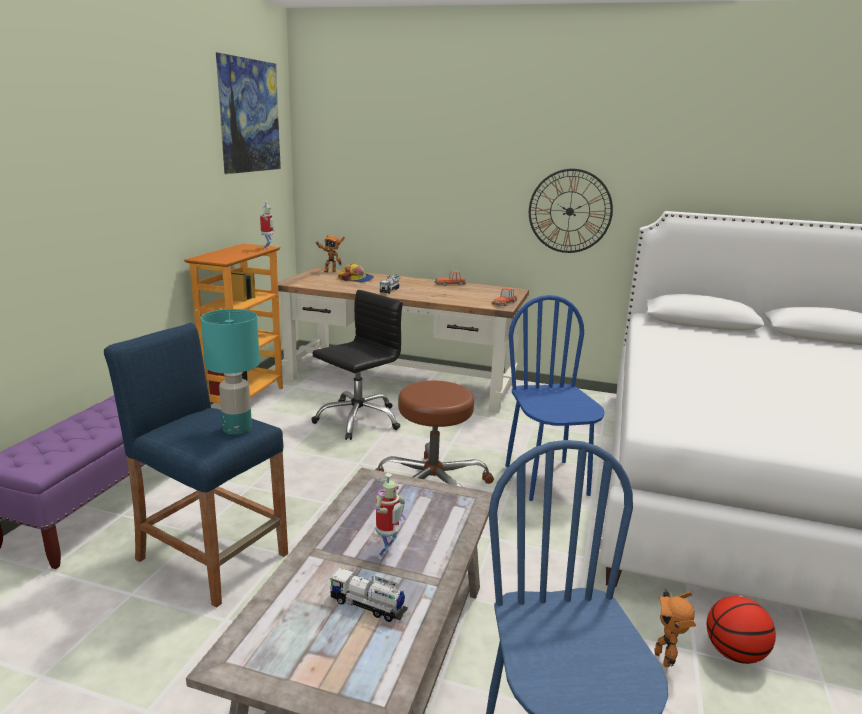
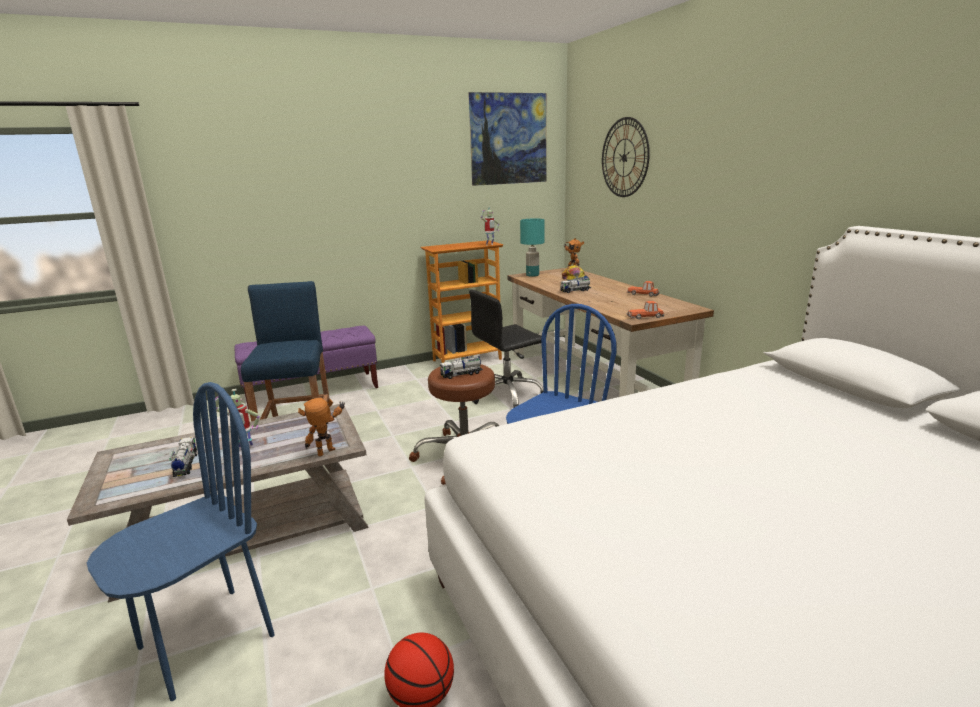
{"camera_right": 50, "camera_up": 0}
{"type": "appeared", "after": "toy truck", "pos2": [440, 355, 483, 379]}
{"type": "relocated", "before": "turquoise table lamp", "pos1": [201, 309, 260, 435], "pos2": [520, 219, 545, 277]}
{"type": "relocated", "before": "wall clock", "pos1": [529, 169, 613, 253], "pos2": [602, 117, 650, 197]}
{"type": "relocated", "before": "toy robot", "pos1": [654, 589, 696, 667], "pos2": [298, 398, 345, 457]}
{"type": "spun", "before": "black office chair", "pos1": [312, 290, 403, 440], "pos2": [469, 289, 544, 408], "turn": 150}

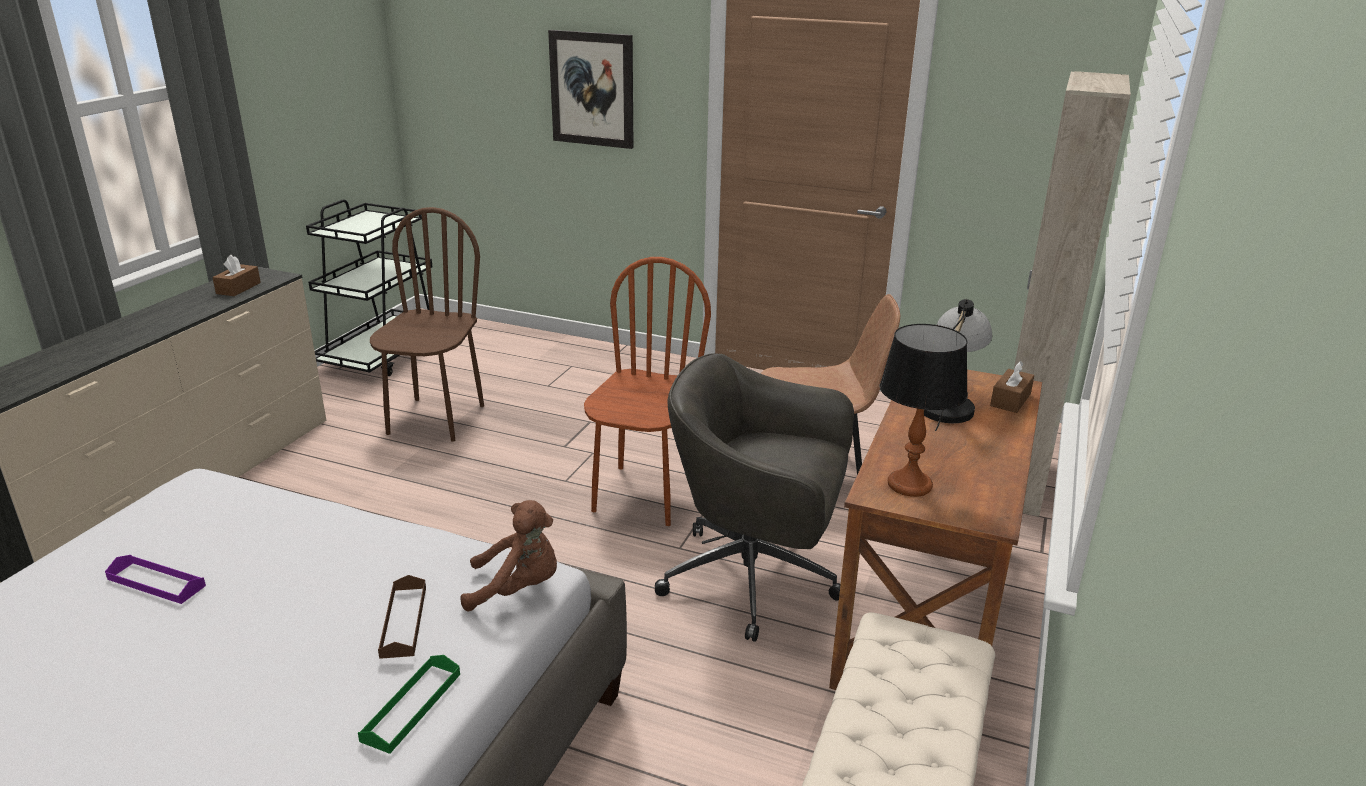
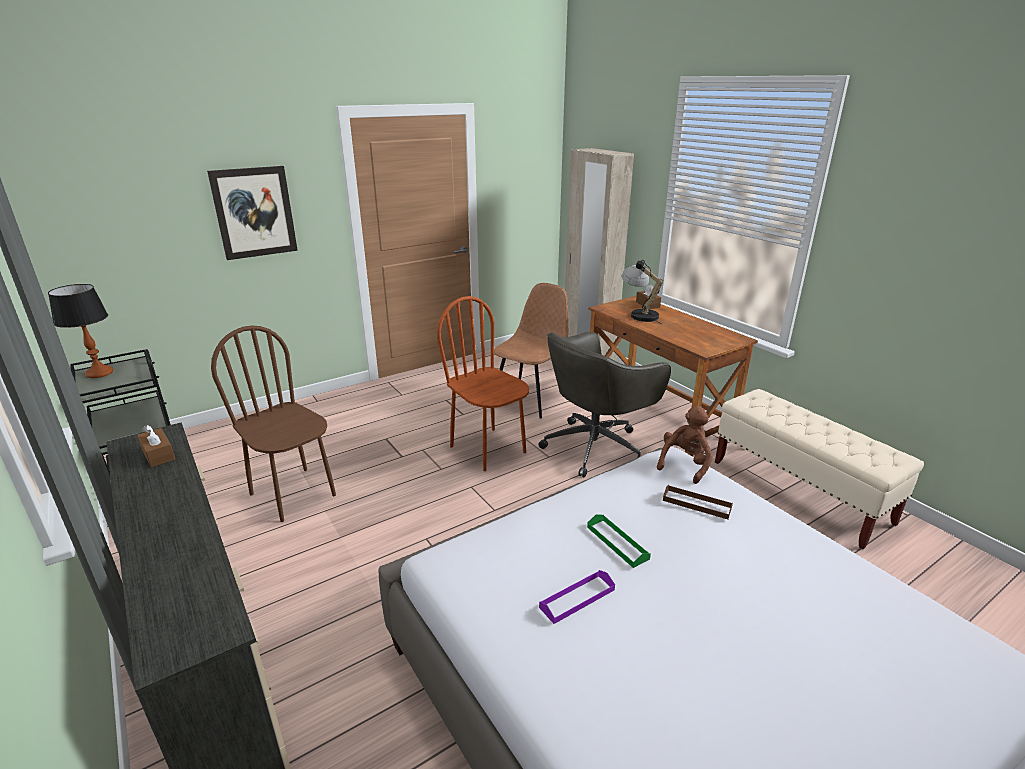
{"camera_right": -55, "camera_up": 0}
{"type": "relocated", "before": "green tray", "pos1": [358, 655, 460, 754], "pos2": [587, 514, 651, 568]}
{"type": "relocated", "before": "table lamp", "pos1": [879, 324, 968, 497], "pos2": [48, 284, 113, 378]}

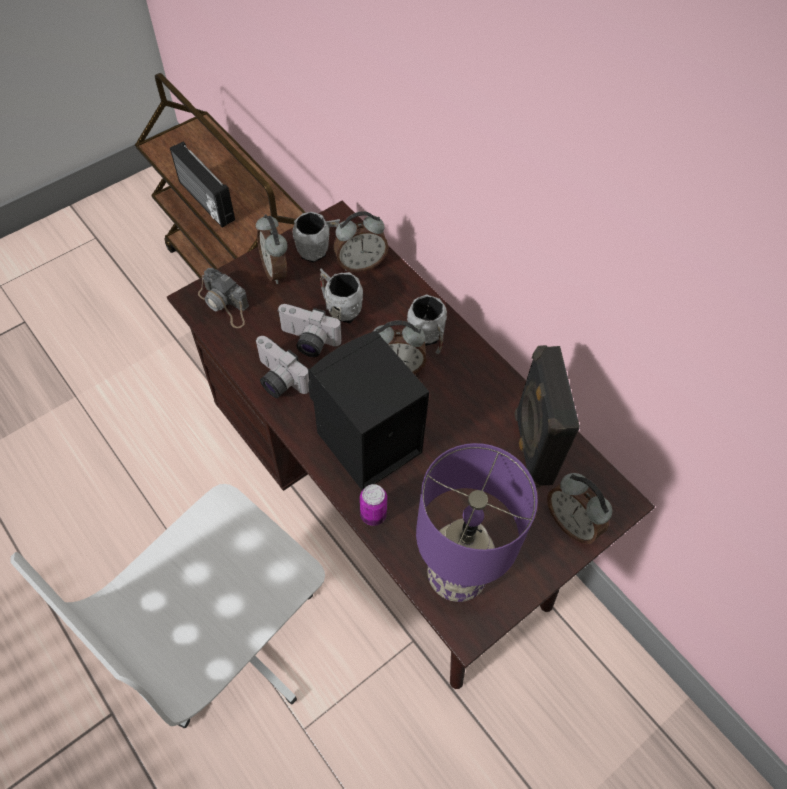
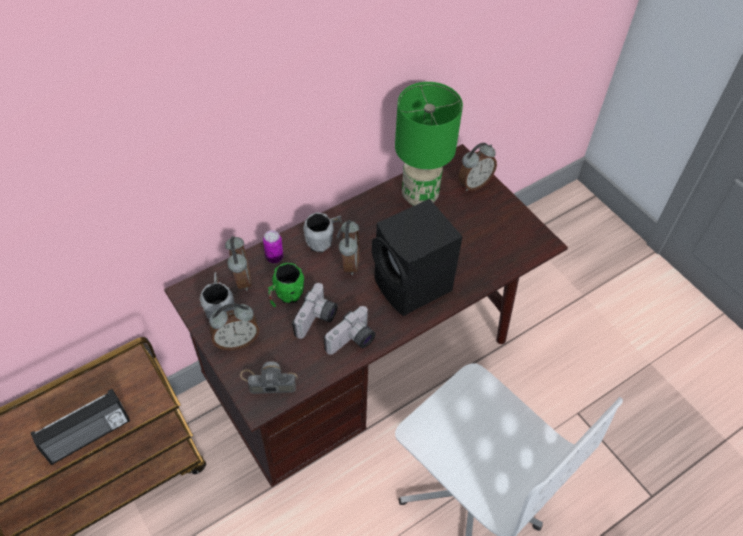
{"camera_right": -85, "camera_up": -5}
{"type": "missing", "before": "purple table lamp", "pos1": [416, 443, 538, 602]}
{"type": "relocated", "before": "can", "pos1": [360, 484, 387, 526], "pos2": [263, 230, 283, 263]}
{"type": "exchanged", "before": "black speaker", "after": "green table lamp", "pos1": [514, 345, 580, 488], "pos2": [395, 82, 463, 206]}
{"type": "colour", "before": "grey mug", "after": "green mug", "pos1": [320, 269, 363, 323], "pos2": [268, 263, 304, 307]}
{"type": "spun", "before": "photo camera", "pos1": [198, 268, 249, 328], "pos2": [240, 361, 298, 394], "turn": -135}

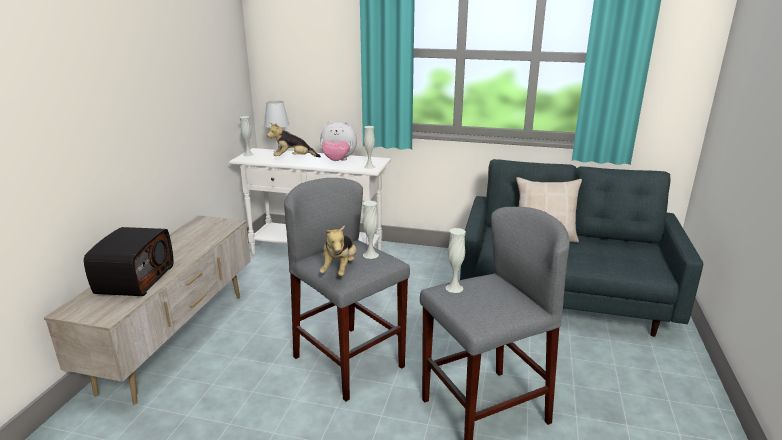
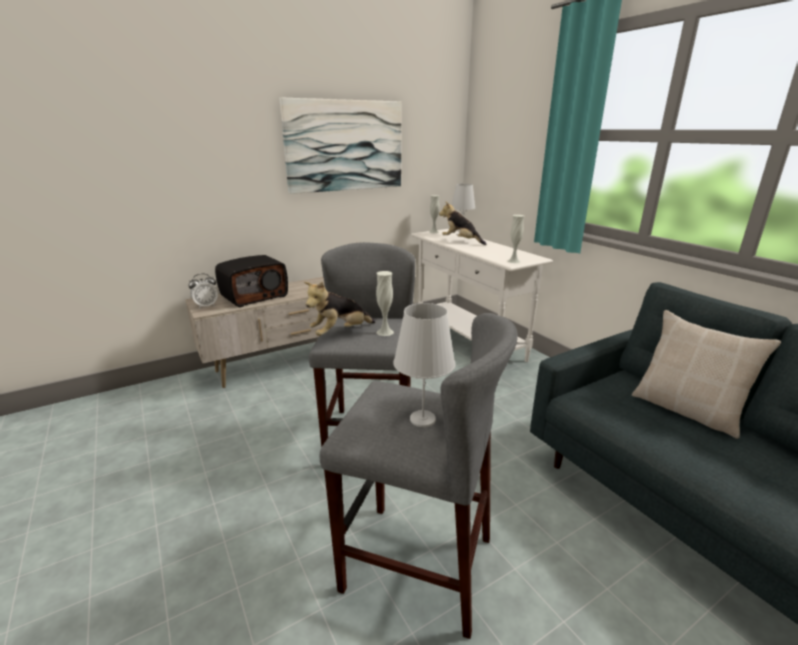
{"camera_right": 45, "camera_up": 0}
{"type": "missing", "before": "plush toy", "pos1": [320, 121, 357, 161]}
{"type": "missing", "before": "white vase", "pos1": [446, 228, 466, 293]}
{"type": "appeared", "after": "alarm clock", "pos2": [188, 274, 218, 309]}
{"type": "appeared", "after": "picture", "pos2": [279, 97, 401, 194]}
{"type": "appeared", "after": "white table lamp", "pos2": [393, 303, 455, 427]}

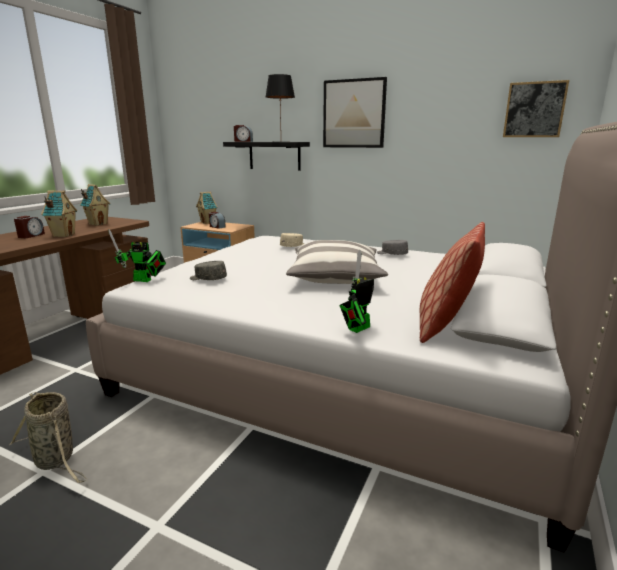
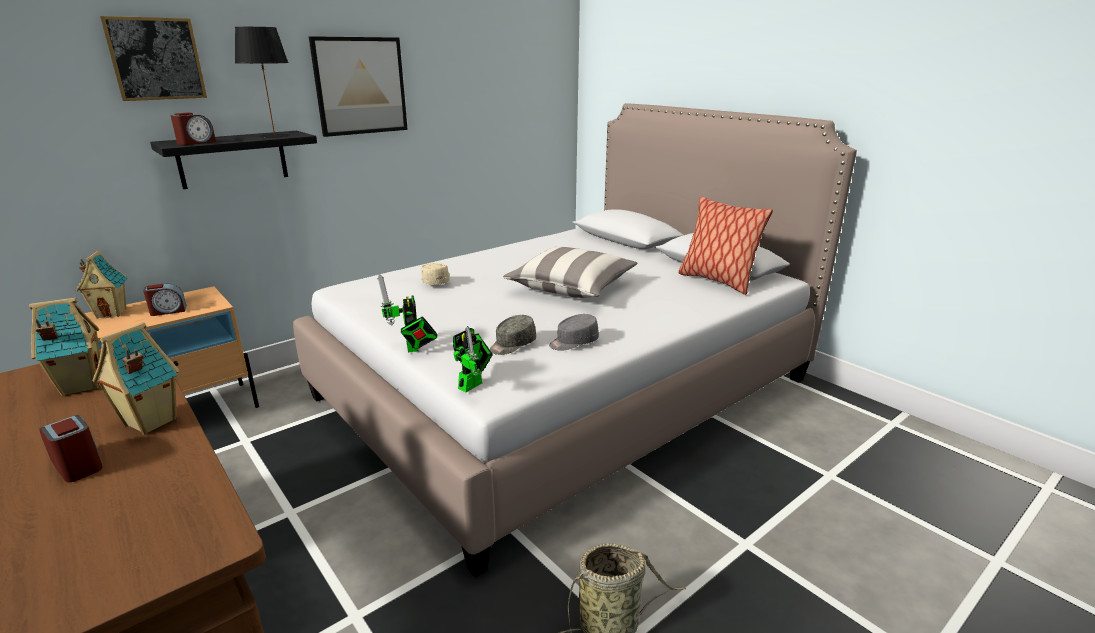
{"camera_right": -65, "camera_up": 5}
{"type": "relocated", "before": "toy robot", "pos1": [339, 250, 374, 333], "pos2": [378, 274, 437, 353]}
{"type": "relocated", "before": "grey cap", "pos1": [377, 240, 408, 255], "pos2": [549, 314, 599, 350]}
{"type": "relocated", "before": "picture", "pos1": [503, 80, 569, 137], "pos2": [100, 16, 207, 101]}

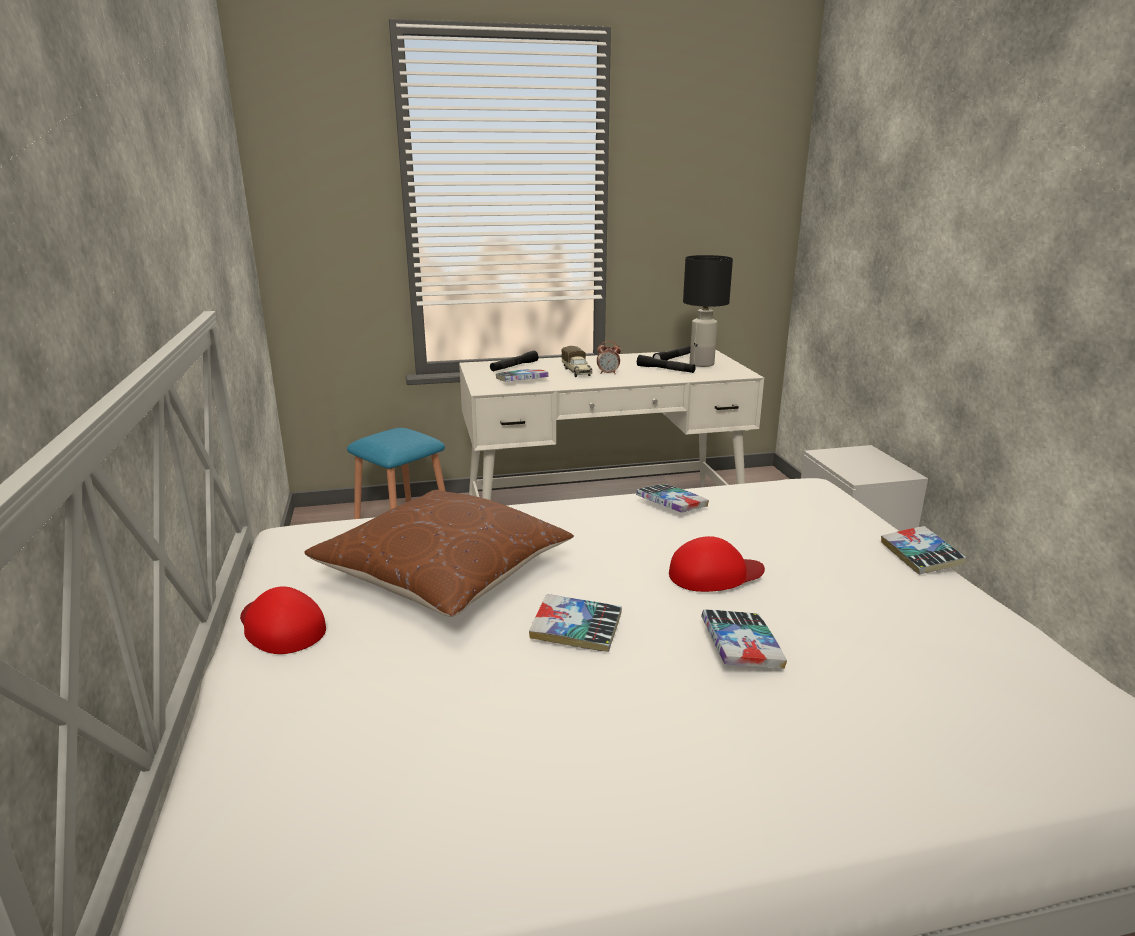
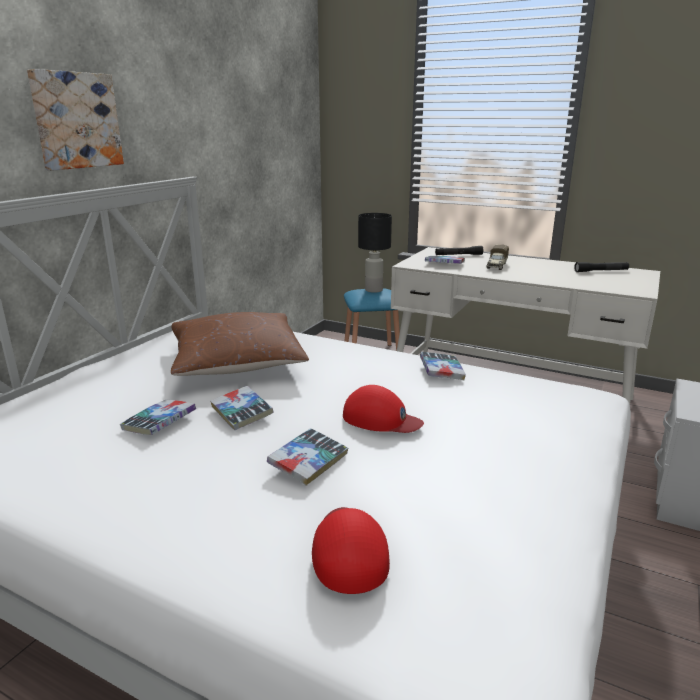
{"camera_right": 40, "camera_up": 0}
{"type": "missing", "before": "alarm clock", "pos1": [597, 341, 621, 374]}
{"type": "missing", "before": "black flashlight", "pos1": [637, 355, 696, 373]}
{"type": "appeared", "after": "picture", "pos2": [27, 69, 124, 170]}
{"type": "relocated", "before": "red cap", "pos1": [240, 586, 326, 654], "pos2": [312, 507, 390, 594]}
{"type": "relocated", "before": "black table lamp", "pos1": [683, 255, 733, 367], "pos2": [358, 213, 392, 293]}
{"type": "relocated", "before": "book", "pos1": [881, 526, 966, 575], "pos2": [120, 399, 196, 435]}

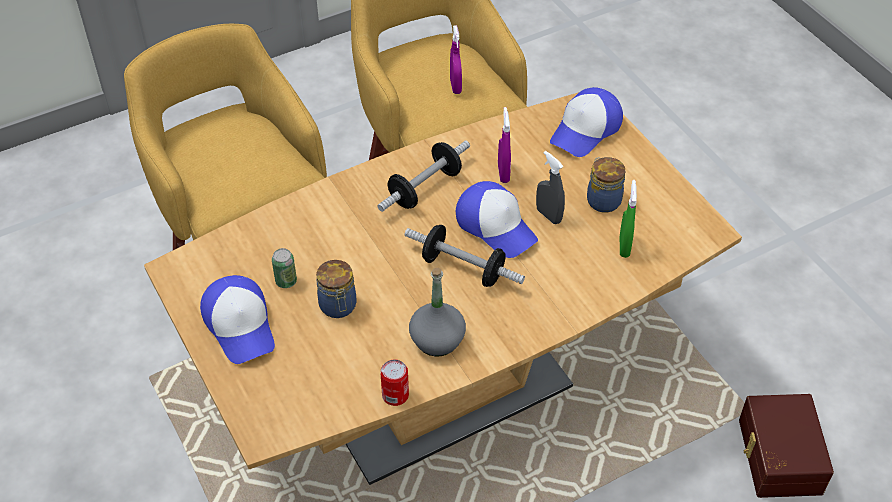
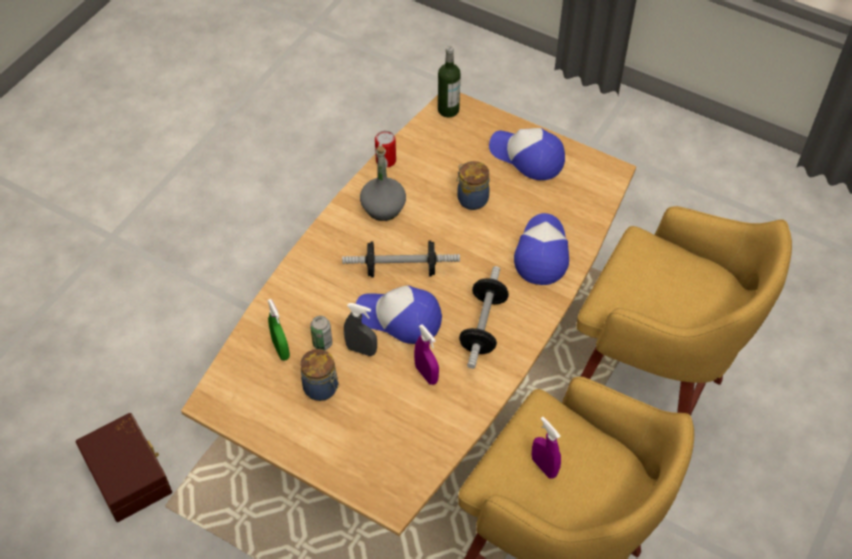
{"camera_right": 150, "camera_up": 5}
{"type": "appeared", "after": "bottle", "pos2": [438, 46, 461, 117]}
{"type": "relocated", "before": "can", "pos1": [272, 248, 297, 288], "pos2": [310, 316, 332, 350]}
{"type": "relocated", "before": "cap", "pos1": [550, 87, 623, 157], "pos2": [514, 213, 569, 285]}

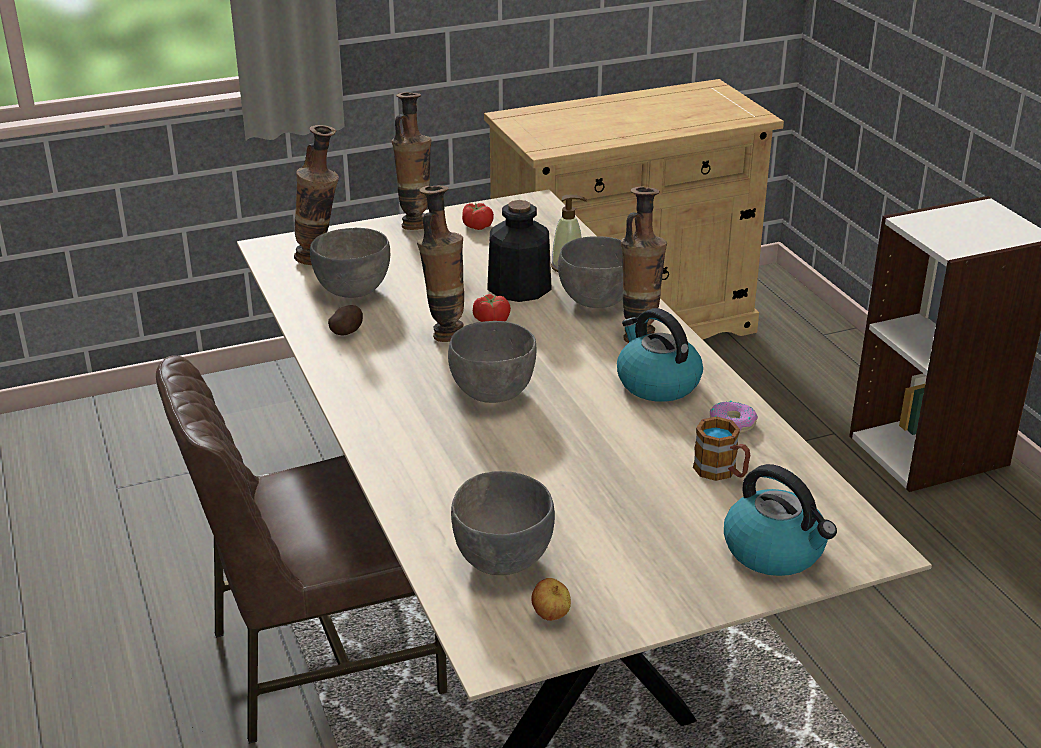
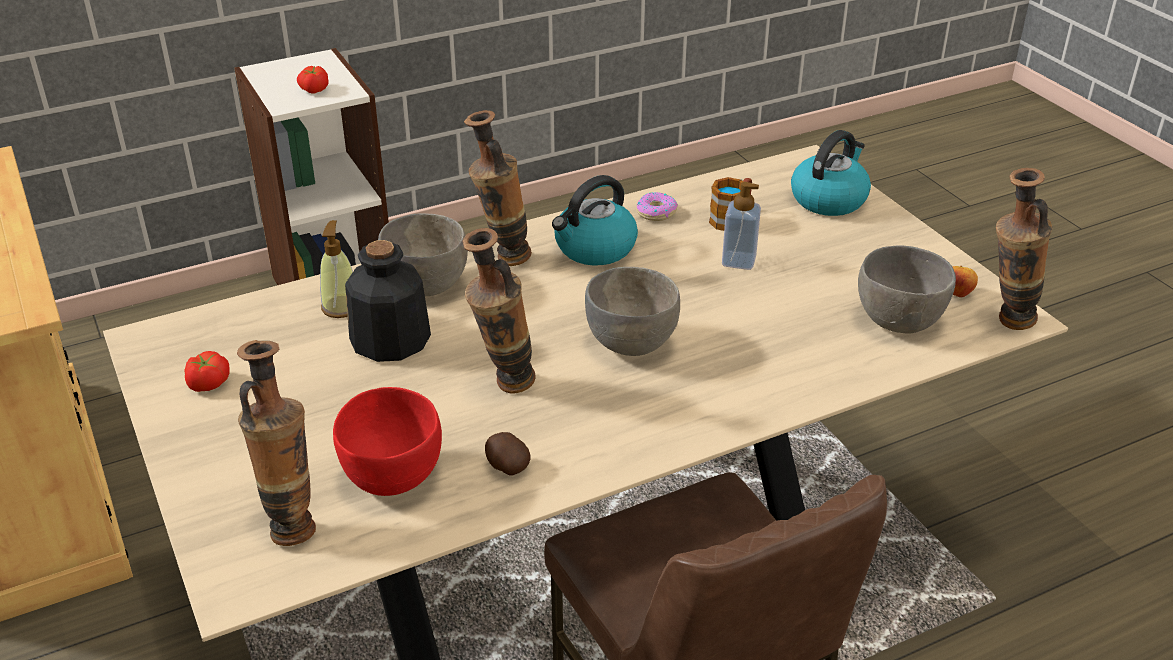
{"camera_right": -95, "camera_up": 5}
{"type": "appeared", "after": "soap dispenser", "pos2": [722, 182, 761, 270]}
{"type": "relocated", "before": "vase", "pos1": [392, 92, 432, 230], "pos2": [996, 168, 1052, 330]}
{"type": "relocated", "before": "tomato", "pos1": [473, 294, 511, 322], "pos2": [297, 66, 329, 94]}
{"type": "colour", "before": "grey bowl", "after": "red bowl", "pos1": [310, 228, 390, 298], "pos2": [333, 387, 442, 496]}

